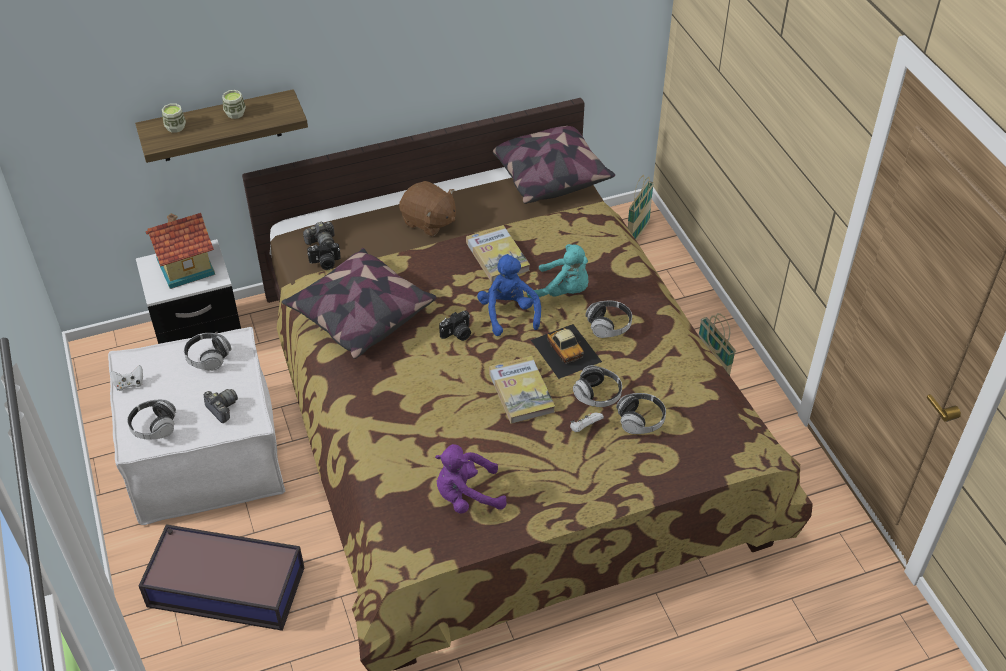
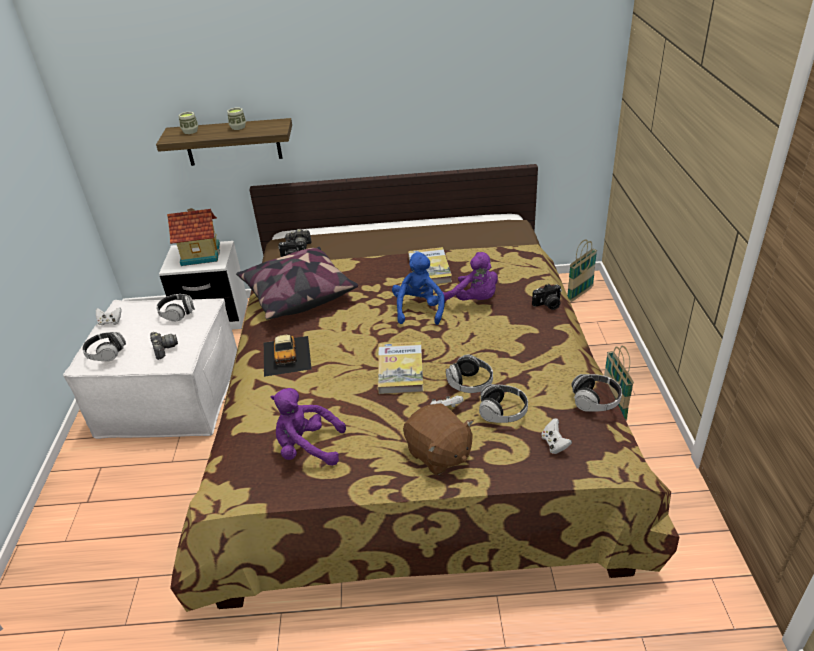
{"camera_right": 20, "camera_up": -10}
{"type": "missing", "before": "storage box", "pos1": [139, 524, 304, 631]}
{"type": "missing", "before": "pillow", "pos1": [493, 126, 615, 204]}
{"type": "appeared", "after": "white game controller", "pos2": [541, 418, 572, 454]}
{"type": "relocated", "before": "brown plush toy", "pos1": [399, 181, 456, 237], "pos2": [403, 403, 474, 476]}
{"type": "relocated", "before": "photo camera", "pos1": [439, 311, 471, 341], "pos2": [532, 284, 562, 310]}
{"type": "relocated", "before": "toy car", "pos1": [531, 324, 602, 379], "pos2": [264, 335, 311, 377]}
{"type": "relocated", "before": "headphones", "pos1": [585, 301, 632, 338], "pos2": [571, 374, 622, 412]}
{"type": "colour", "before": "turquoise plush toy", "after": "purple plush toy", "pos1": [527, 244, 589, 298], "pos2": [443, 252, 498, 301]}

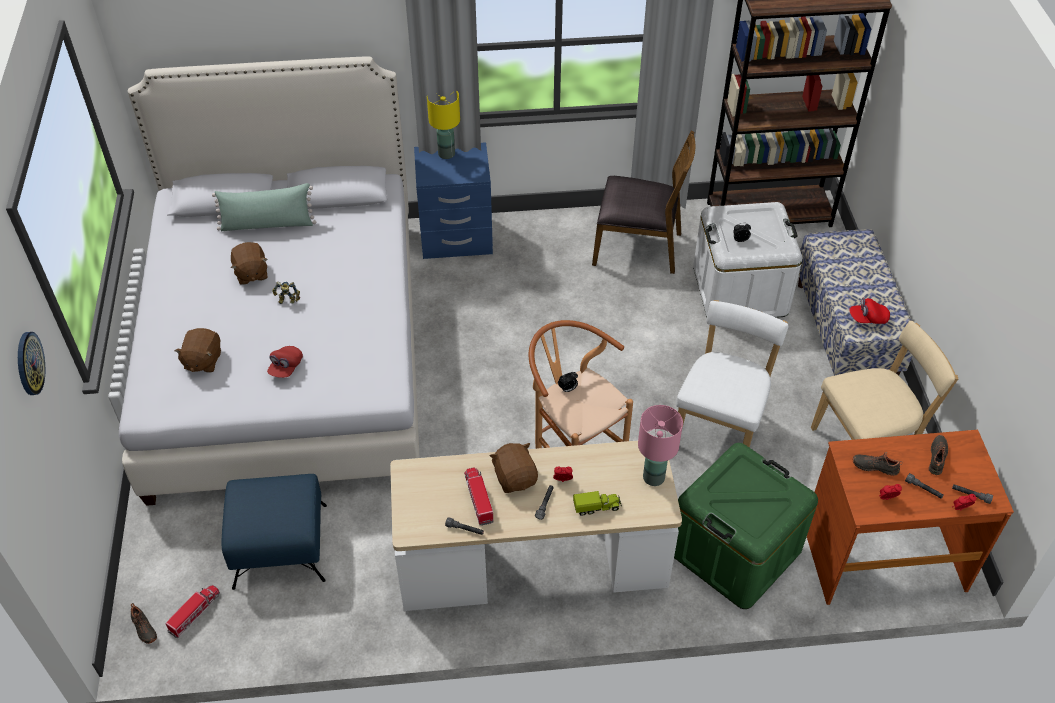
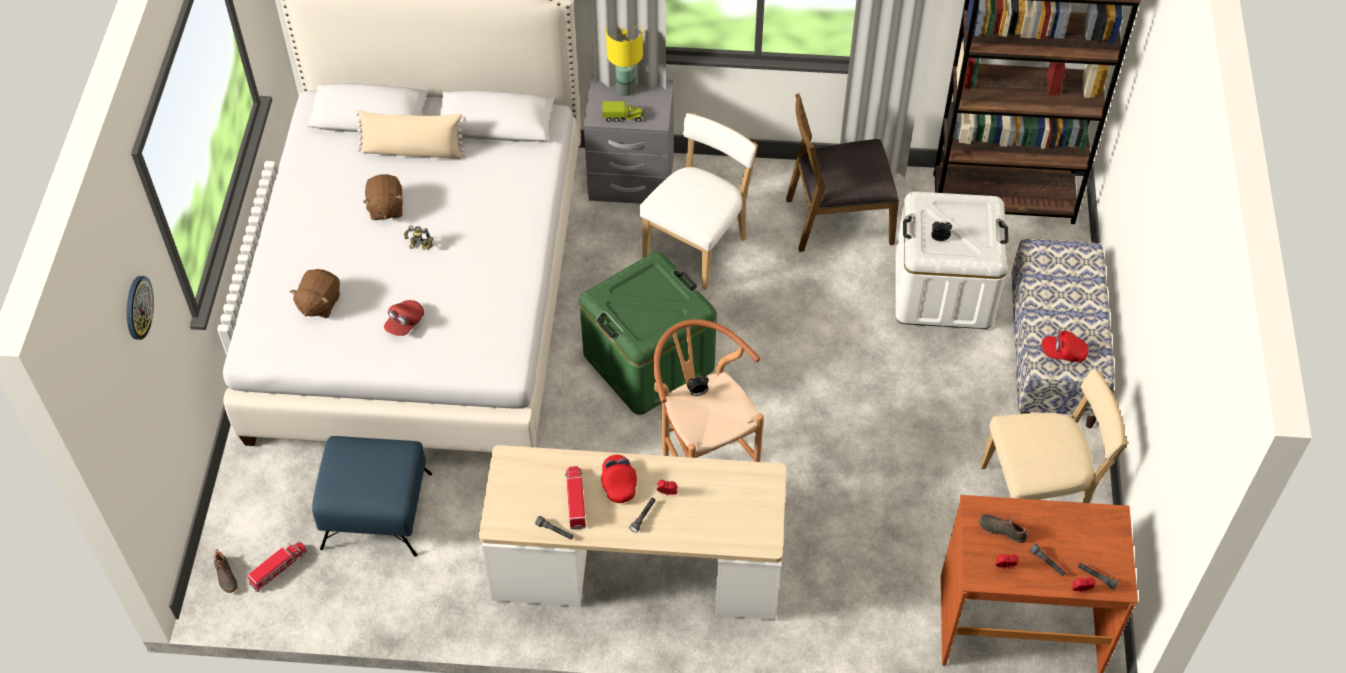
{"camera_right": 10, "camera_up": 5}
{"type": "missing", "before": "pink table lamp", "pos1": [638, 405, 683, 486]}
{"type": "missing", "before": "black shoe", "pos1": [929, 435, 948, 475]}
{"type": "relocated", "before": "toy truck", "pos1": [573, 491, 622, 516], "pos2": [602, 101, 644, 122]}
{"type": "relocated", "before": "green storage box", "pos1": [674, 443, 818, 609], "pos2": [580, 252, 717, 415]}
{"type": "relocated", "before": "white chair", "pos1": [676, 300, 788, 447], "pos2": [639, 113, 758, 290]}
{"type": "exchanged", "before": "brown plush toy", "after": "red cap", "pos1": [490, 443, 538, 493], "pos2": [601, 455, 637, 503]}
{"type": "colour", "before": "green pillow", "after": "beige pillow", "pos1": [212, 183, 316, 231], "pos2": [355, 110, 466, 159]}
{"type": "colour", "before": "blue nightstand", "after": "grey nightstand", "pos1": [414, 142, 493, 259], "pos2": [584, 75, 674, 204]}
{"type": "spun", "before": "brown chair", "pos1": [592, 131, 695, 274], "pos2": [786, 93, 899, 252], "turn": 150}

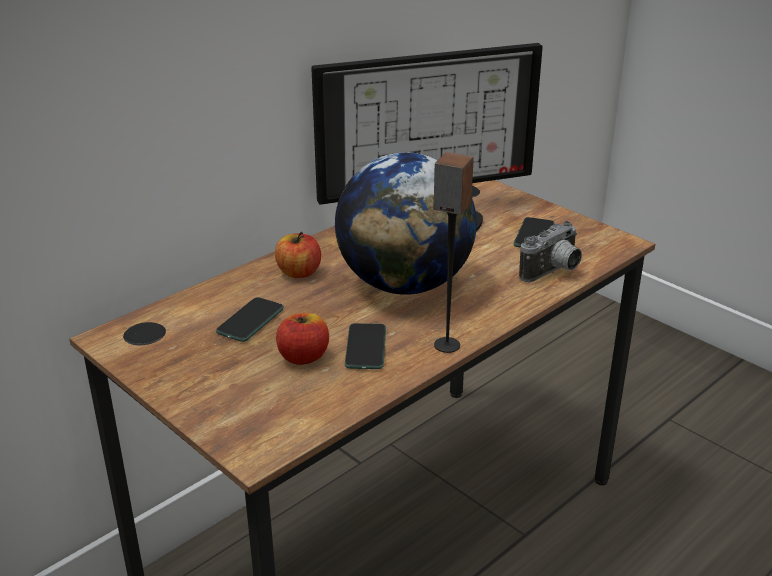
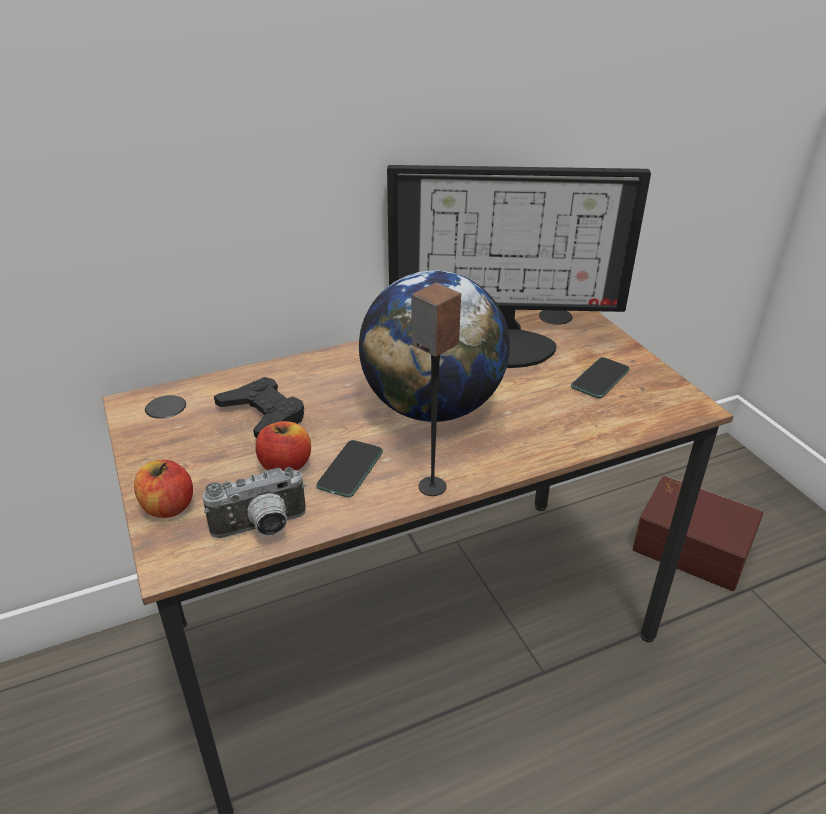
{"camera_right": 20, "camera_up": 5}
{"type": "appeared", "after": "brown storage box", "pos2": [632, 476, 763, 591]}
{"type": "relocated", "before": "apple", "pos1": [275, 232, 321, 278], "pos2": [134, 460, 193, 518]}
{"type": "relocated", "before": "photo camera", "pos1": [519, 221, 582, 282], "pos2": [203, 467, 306, 538]}
{"type": "exchanged", "before": "phone", "after": "black game controller", "pos1": [216, 297, 284, 342], "pos2": [214, 377, 304, 439]}

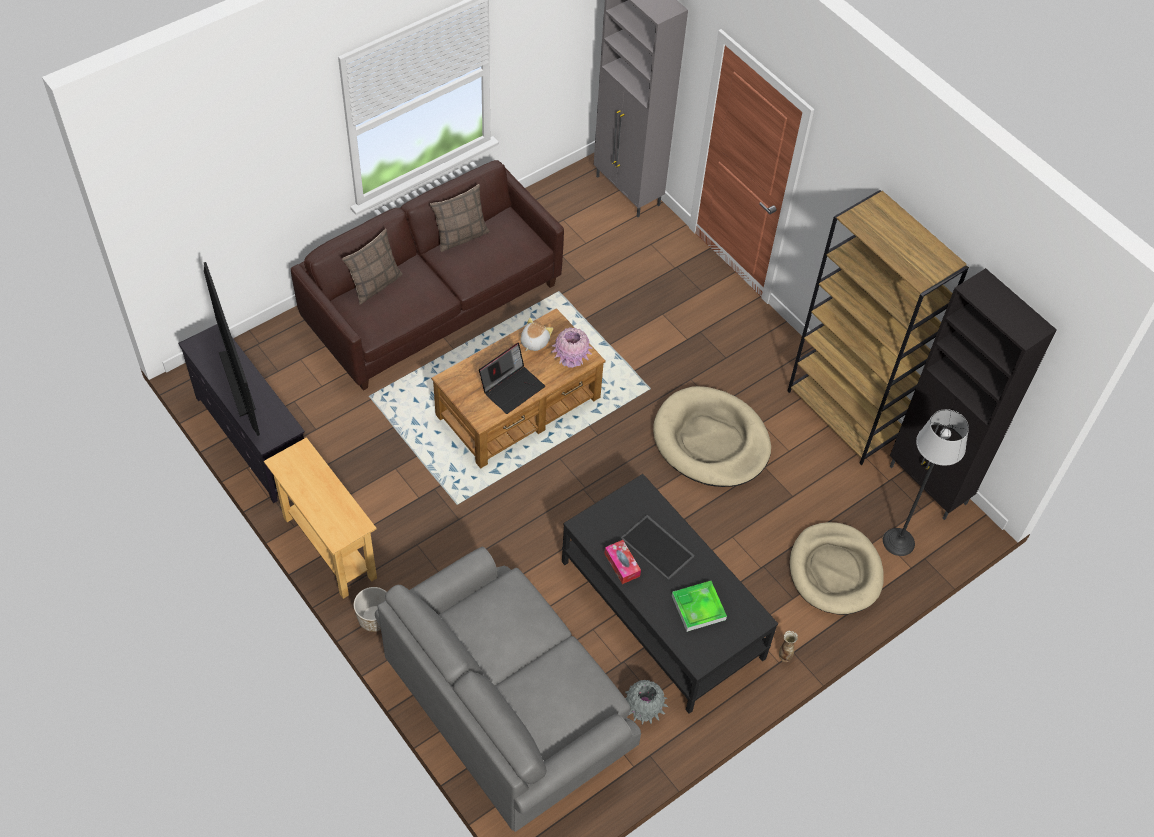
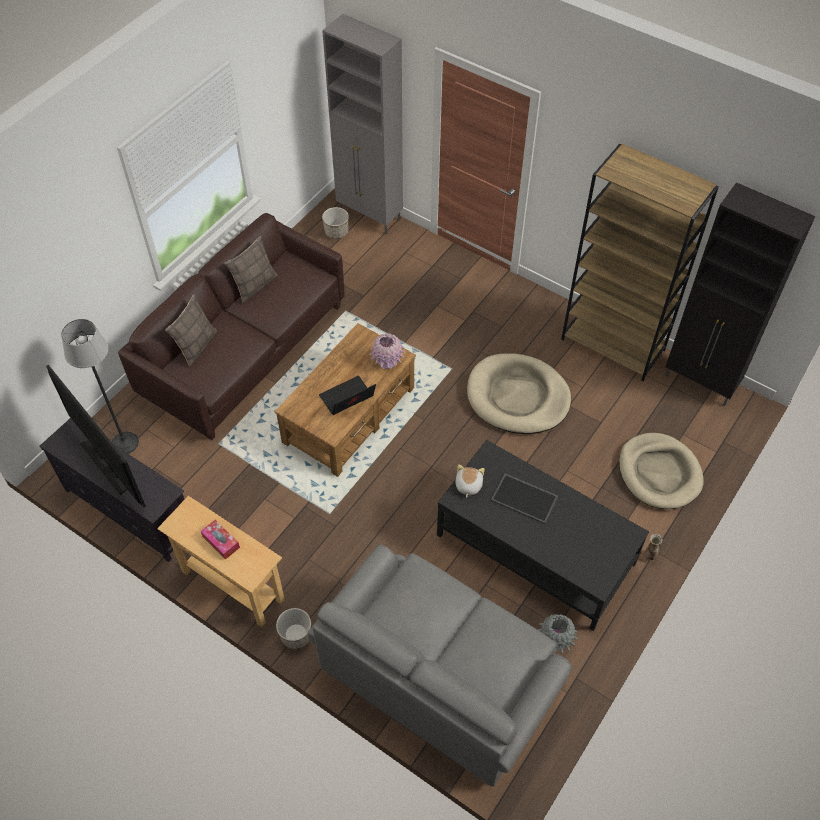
{"camera_right": -15, "camera_up": 0}
{"type": "missing", "before": "tray", "pos1": [671, 581, 727, 632]}
{"type": "appeared", "after": "planter", "pos2": [322, 207, 349, 239]}
{"type": "relocated", "before": "plush toy", "pos1": [521, 318, 553, 351], "pos2": [455, 464, 485, 498]}
{"type": "relocated", "before": "tissue box", "pos1": [604, 540, 641, 584], "pos2": [201, 520, 240, 560]}
{"type": "relocated", "before": "floor lamp", "pos1": [883, 409, 969, 556], "pos2": [61, 319, 139, 454]}
{"type": "spun", "before": "laptop", "pos1": [479, 343, 545, 414], "pos2": [319, 376, 376, 415], "turn": -150}

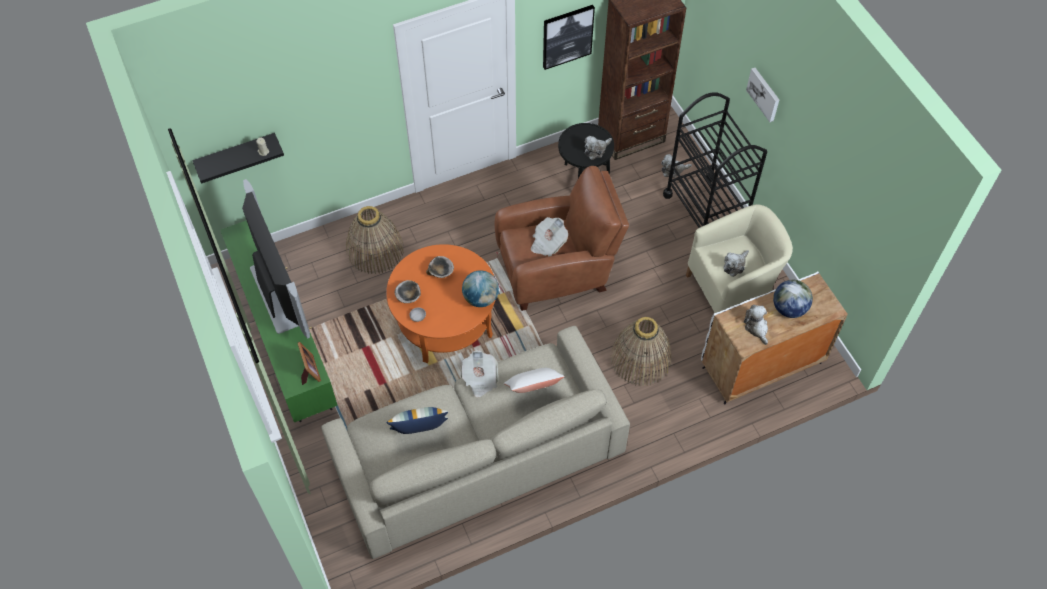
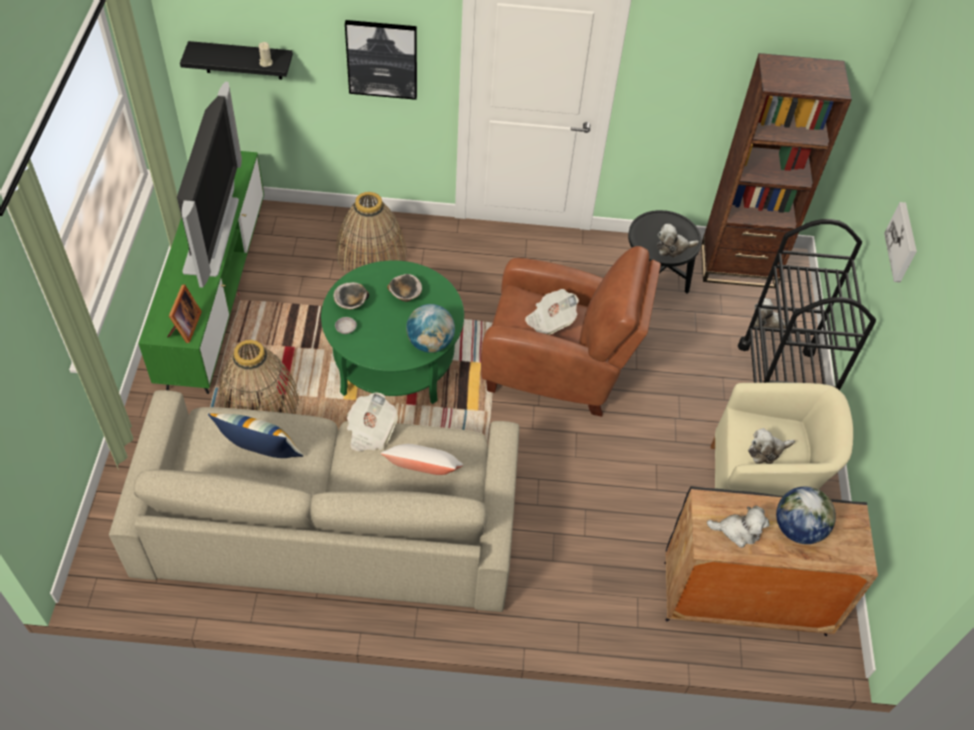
{"camera_right": 25, "camera_up": -5}
{"type": "relocated", "before": "picture", "pos1": [543, 5, 595, 70], "pos2": [345, 20, 417, 100]}
{"type": "relocated", "before": "basket", "pos1": [611, 317, 671, 386], "pos2": [218, 340, 299, 414]}
{"type": "colour", "before": "orange coffee table", "after": "green coffee table", "pos1": [386, 244, 495, 363], "pos2": [321, 260, 464, 404]}
{"type": "colour", "before": "white cabinet", "after": "black cabinet", "pos1": [701, 272, 848, 405], "pos2": [664, 486, 878, 636]}
{"type": "spun", "before": "plush toy", "pos1": [744, 305, 768, 345], "pos2": [707, 506, 770, 548], "turn": 90}

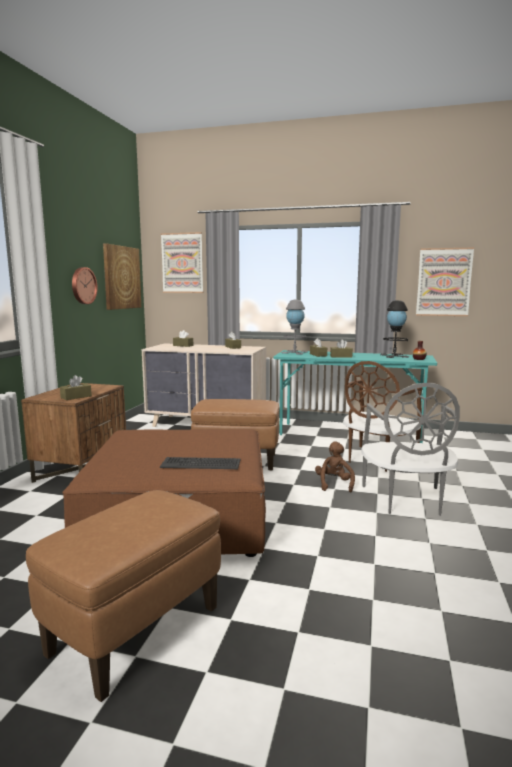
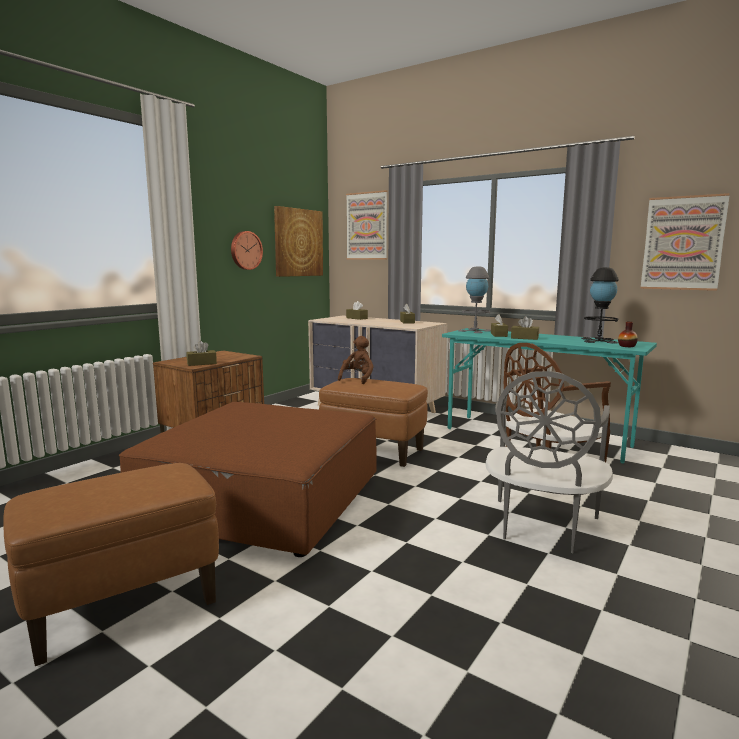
{"camera_right": 20, "camera_up": 0}
{"type": "missing", "before": "keyboard", "pos1": [160, 457, 241, 470]}
{"type": "relocated", "before": "brown plush toy", "pos1": [315, 441, 355, 492], "pos2": [338, 336, 373, 384]}

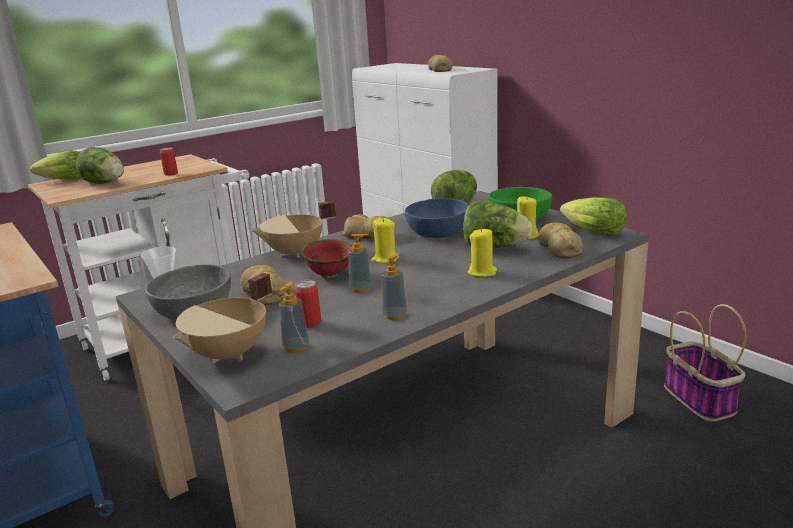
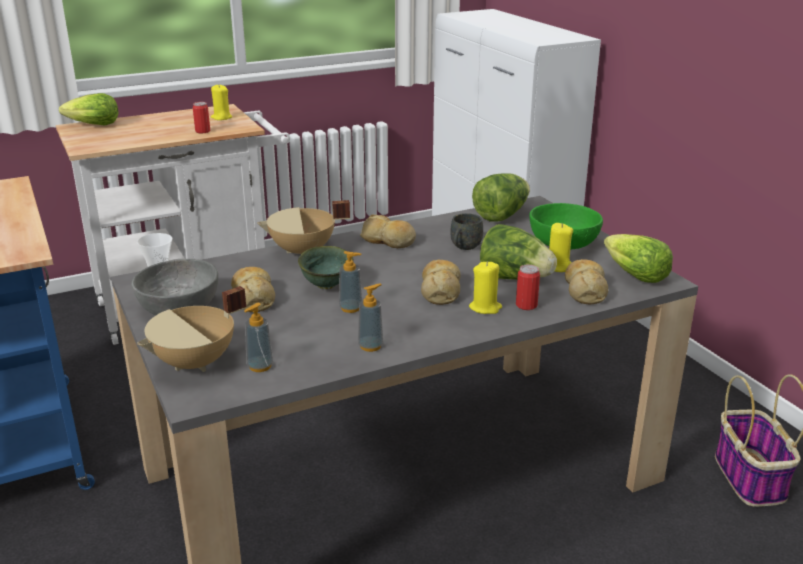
{"camera_right": 10, "camera_up": 5}
{"type": "missing", "before": "lettuce", "pos1": [76, 147, 124, 184]}
{"type": "relocated", "before": "can", "pos1": [295, 280, 321, 328], "pos2": [516, 265, 540, 310]}
{"type": "relocated", "before": "yellow candle", "pos1": [371, 218, 399, 264], "pos2": [211, 84, 232, 120]}
{"type": "relocated", "before": "bread", "pos1": [428, 55, 453, 72], "pos2": [421, 260, 461, 305]}
{"type": "exchanged", "before": "blue bowl", "after": "grey mug", "pos1": [405, 198, 469, 238], "pos2": [451, 213, 483, 250]}
{"type": "colour", "before": "red bowl", "after": "green bowl", "pos1": [302, 239, 352, 278], "pos2": [298, 246, 354, 289]}

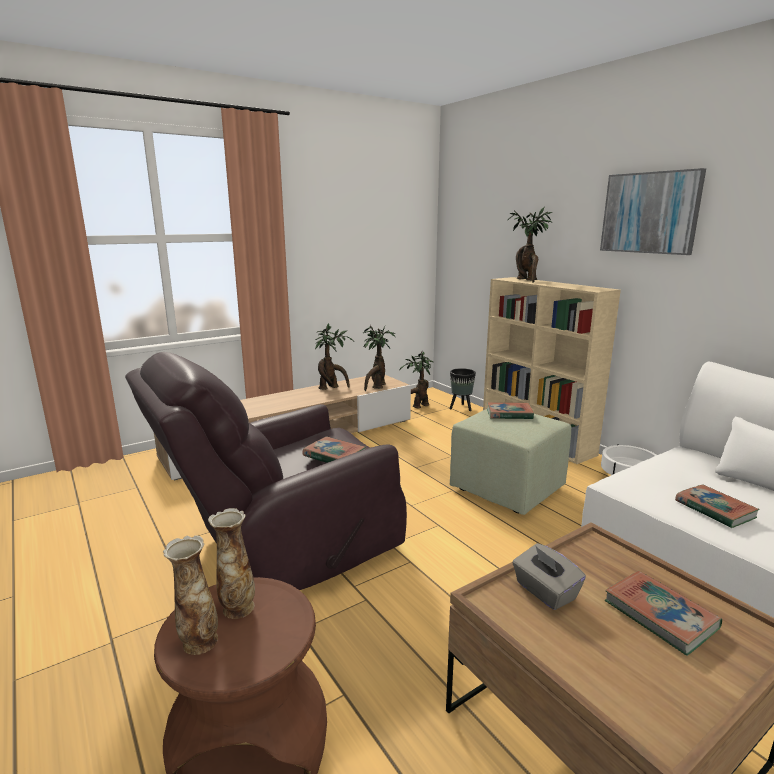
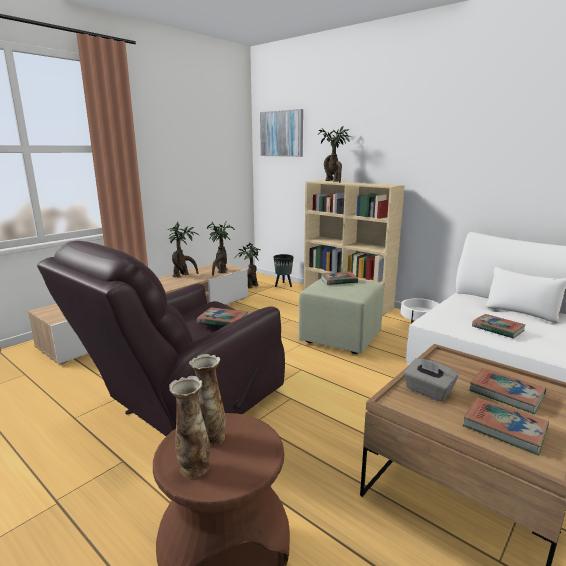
{"camera_right": -15, "camera_up": 0}
{"type": "appeared", "after": "book", "pos2": [463, 397, 549, 456]}
{"type": "relocated", "before": "picture", "pos1": [600, 168, 706, 255], "pos2": [260, 109, 303, 157]}

